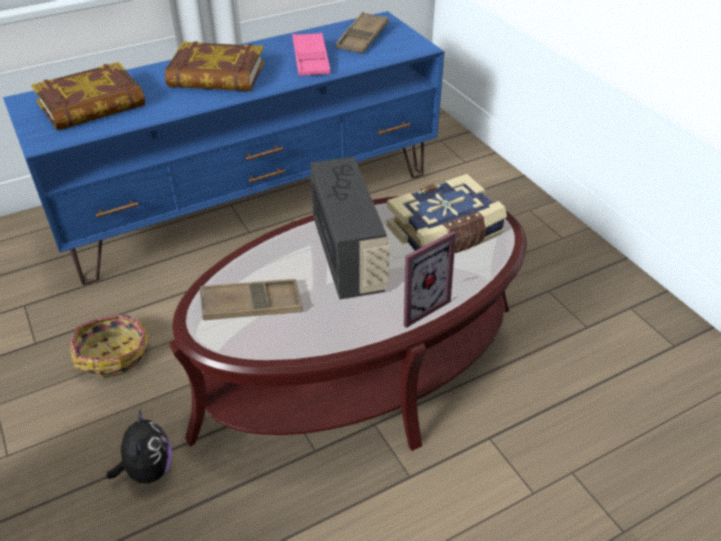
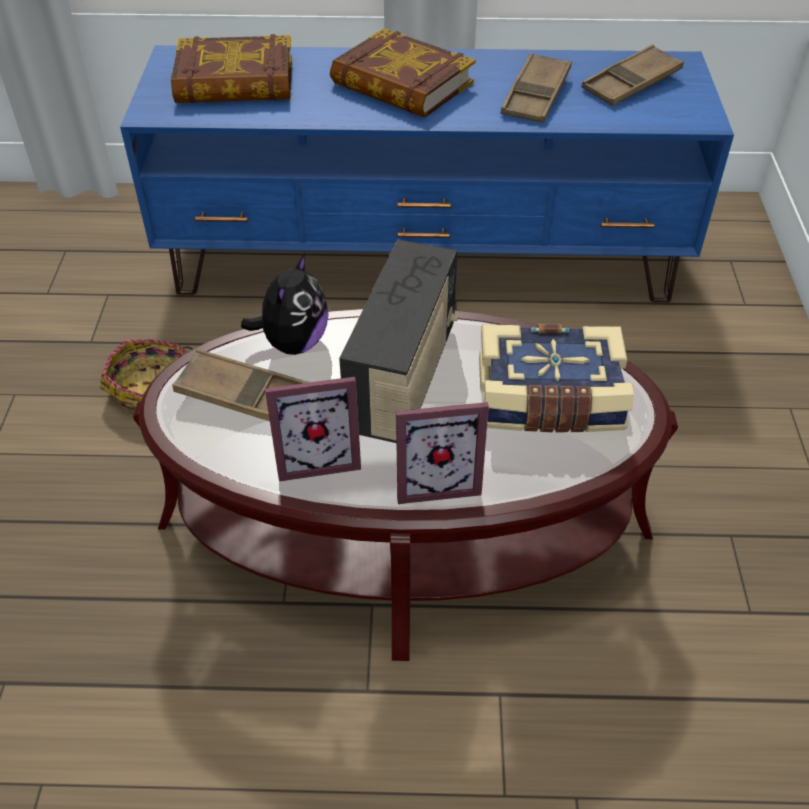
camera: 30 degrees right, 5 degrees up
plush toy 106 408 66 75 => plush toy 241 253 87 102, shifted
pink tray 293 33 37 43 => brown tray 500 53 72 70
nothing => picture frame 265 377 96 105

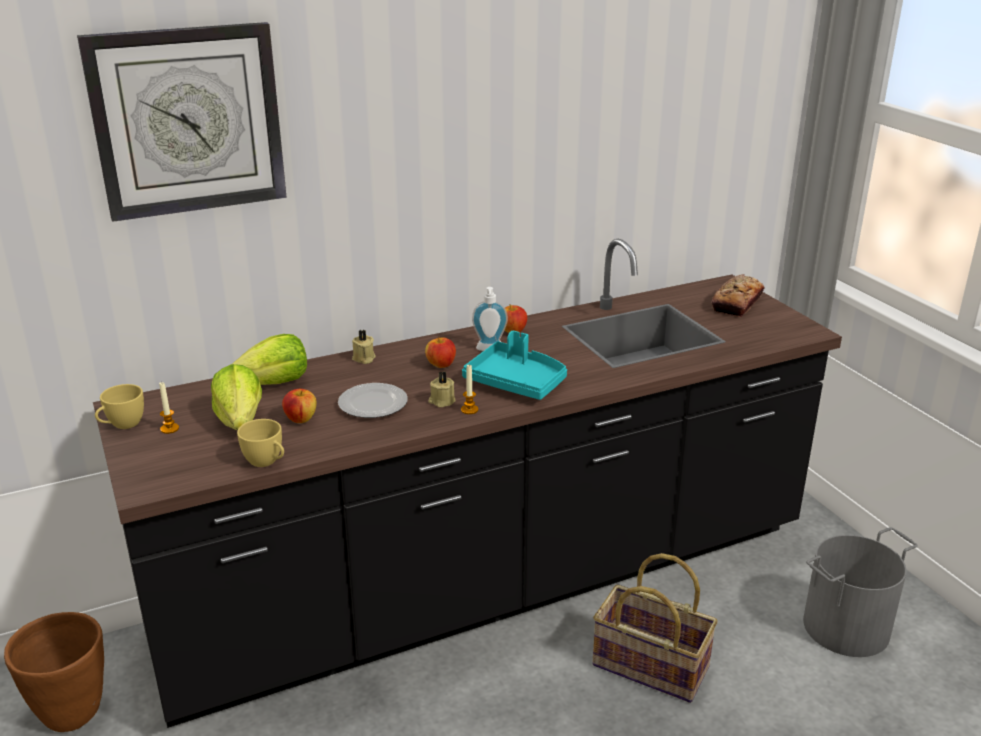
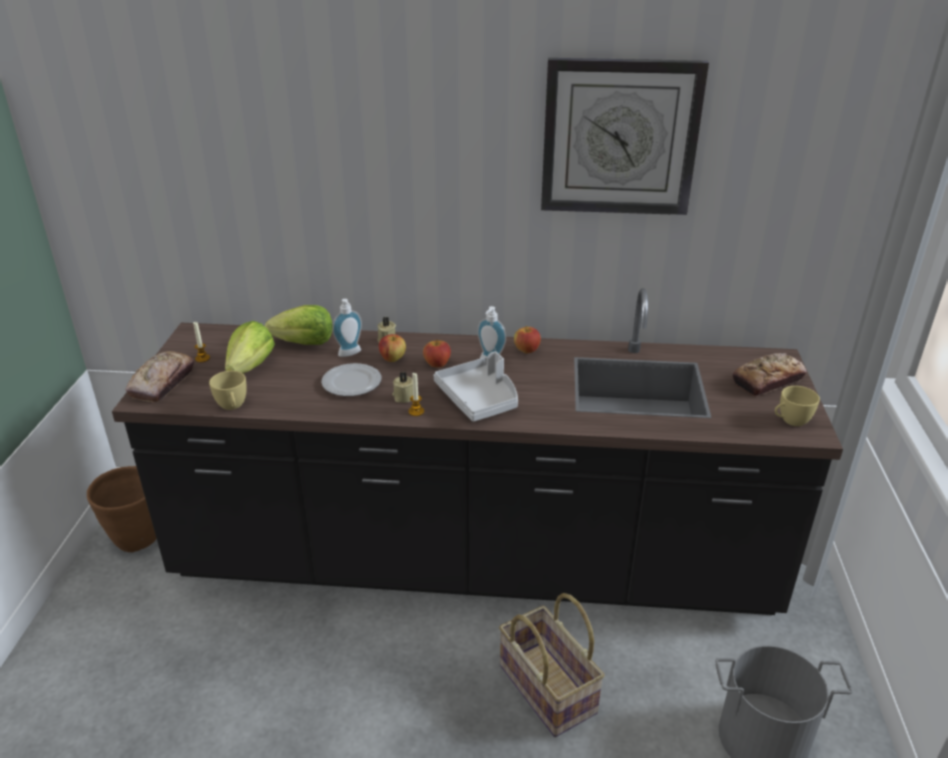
camera: 30 degrees right, 5 degrees up
wall clock 77 22 210 200 => wall clock 541 58 168 157, shifted
yellow cup 95 384 49 45 => yellow cup 775 386 45 40, shifted
apple 282 389 34 34 => apple 379 334 27 28, shifted
turquoise tray 462 331 105 69 => grey tray 434 351 84 71
nothing => bread 126 351 68 51
nothing => soap dispenser 332 299 30 58

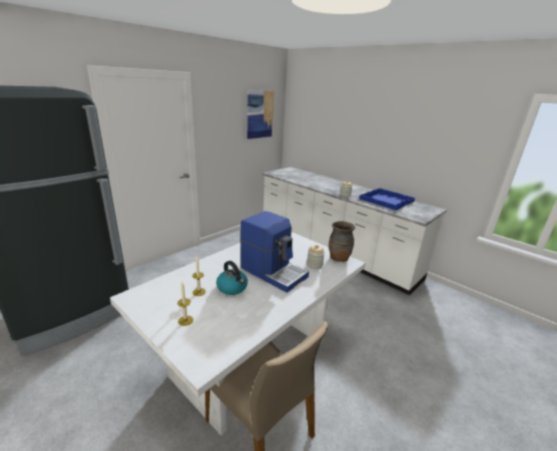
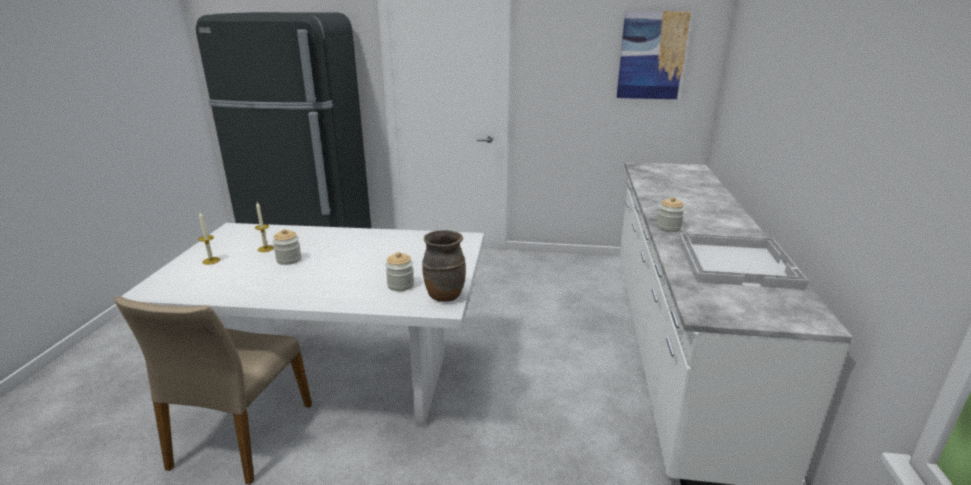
camera: 55 degrees right, 0 degrees up
kettle 216 261 32 34 => jar 273 229 29 36
coffee machine 240 211 69 82 => nothing
blue tray 359 188 56 22 => white tray 679 233 130 57

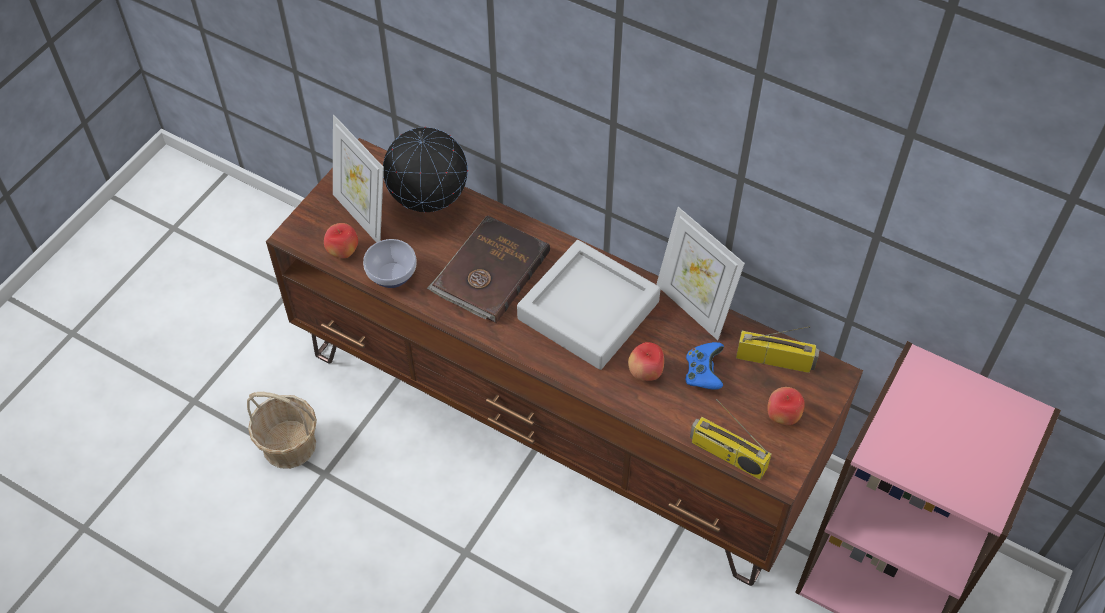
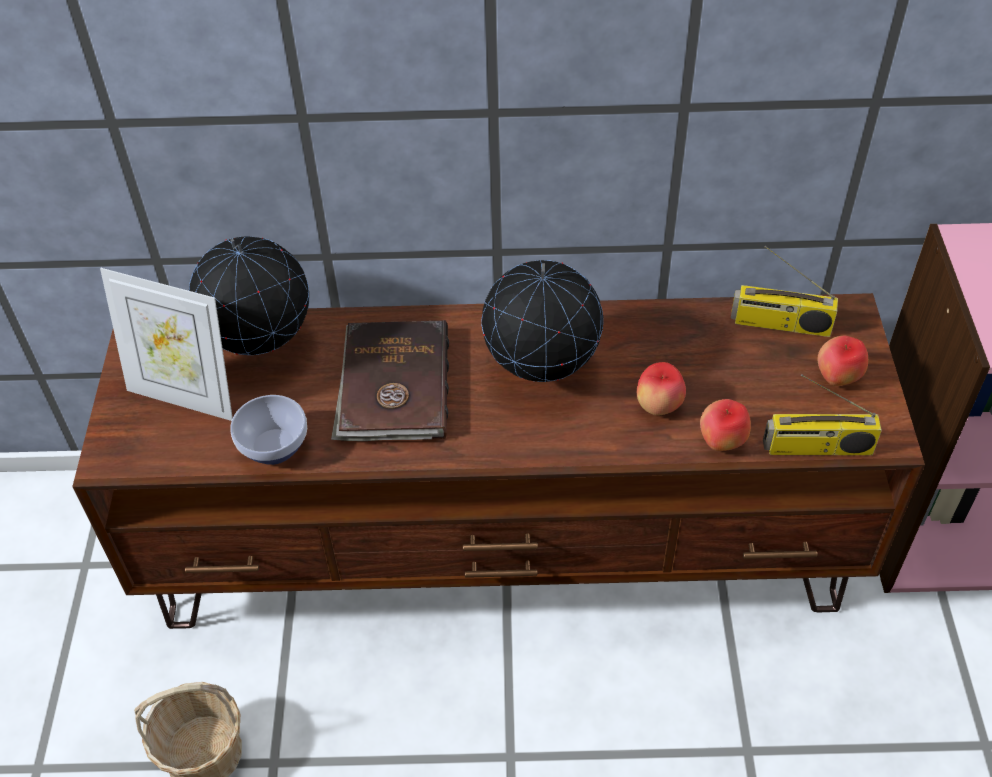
camera: 30 degrees left, 5 degrees down
apple 324 223 34 35 => apple 700 399 51 52, shifted
grey tray 517 240 144 130 => globe 482 260 121 122
picture frame 656 207 89 133 => nothing
blue game controller 685 342 39 48 => nothing
radio 736 326 83 47 => radio 731 246 107 91, 150 degrees counterclockwise

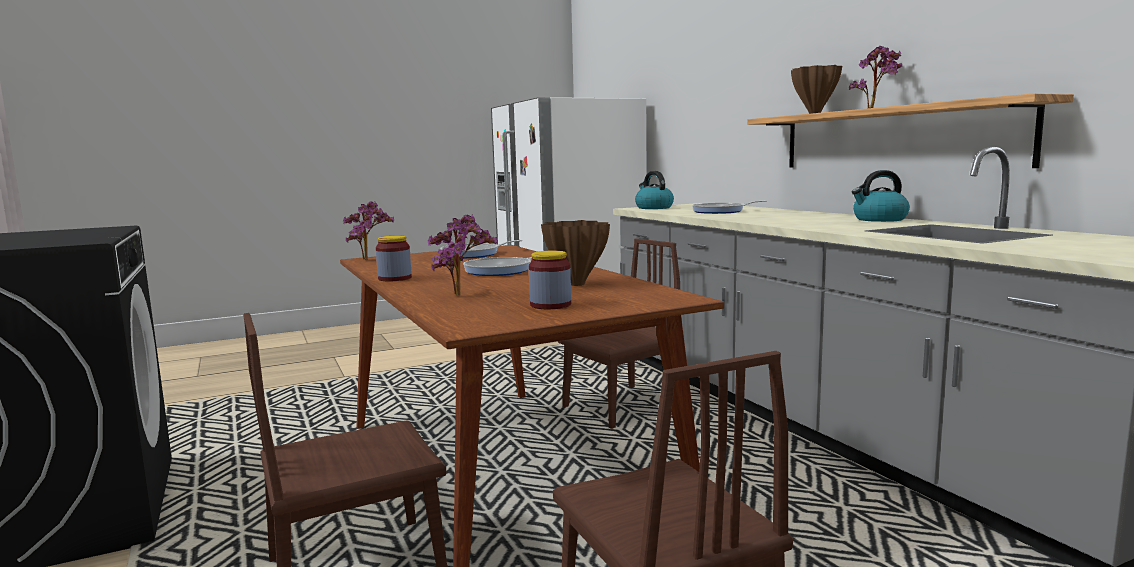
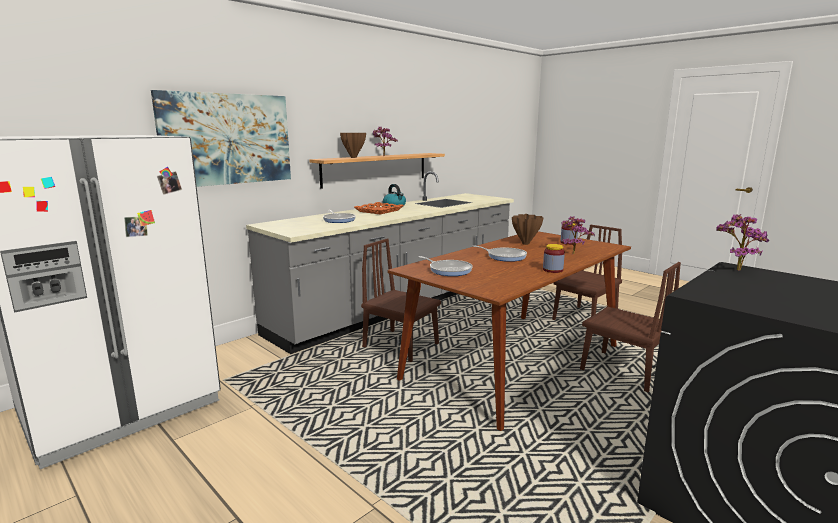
camera: 110 degrees left, 5 degrees up
potted plant 343 202 51 58 => potted plant 716 214 53 57, shifted
kettle 635 171 39 38 => nothing
nothing => picture 151 90 140 97
nothing => orange tray 354 202 50 12

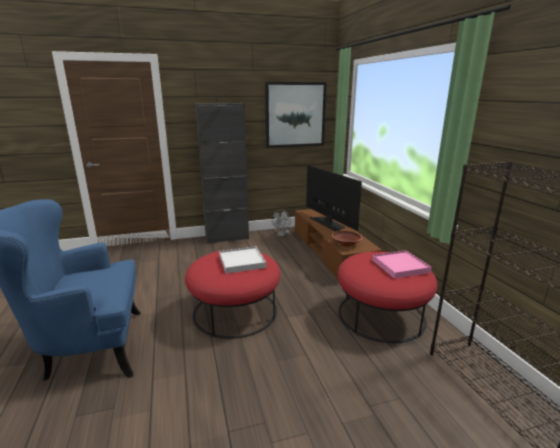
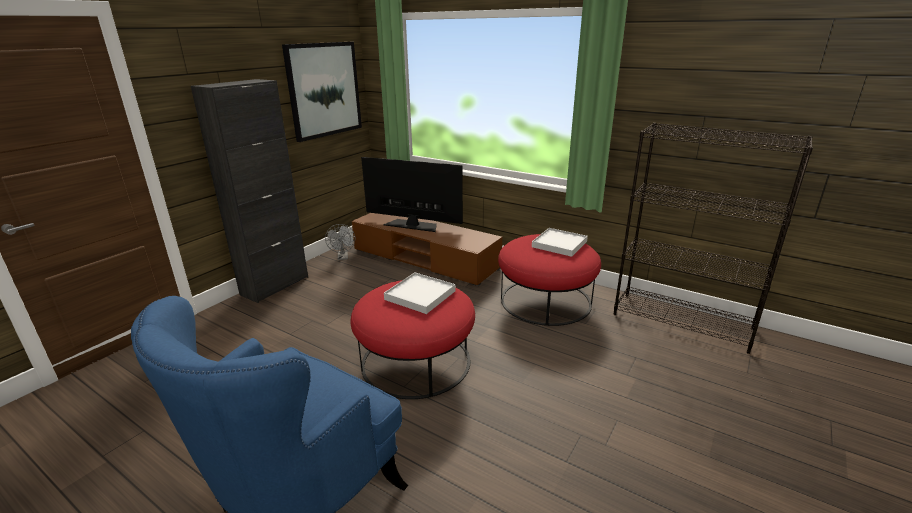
camera: 40 degrees left, 5 degrees up
brown bowl 332 231 30 16 => nothing
pink tray 372 250 60 29 => white tray 532 228 56 29

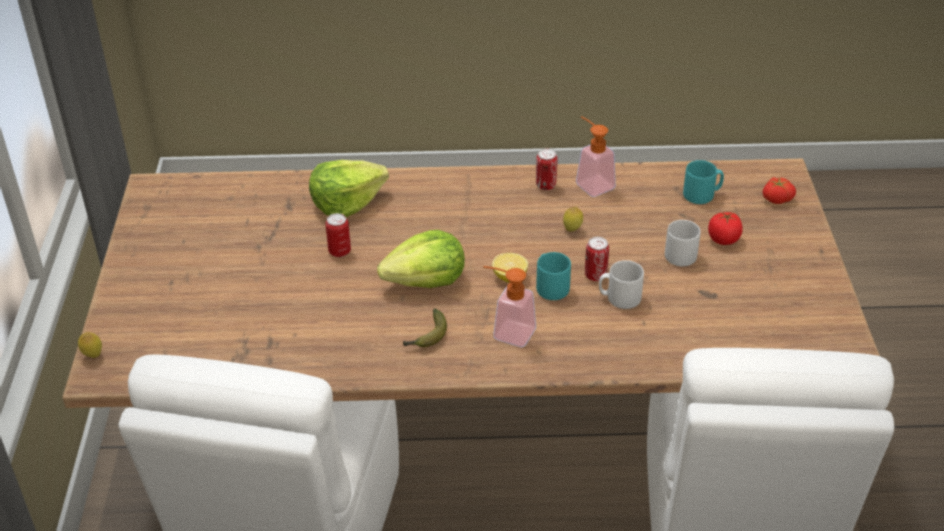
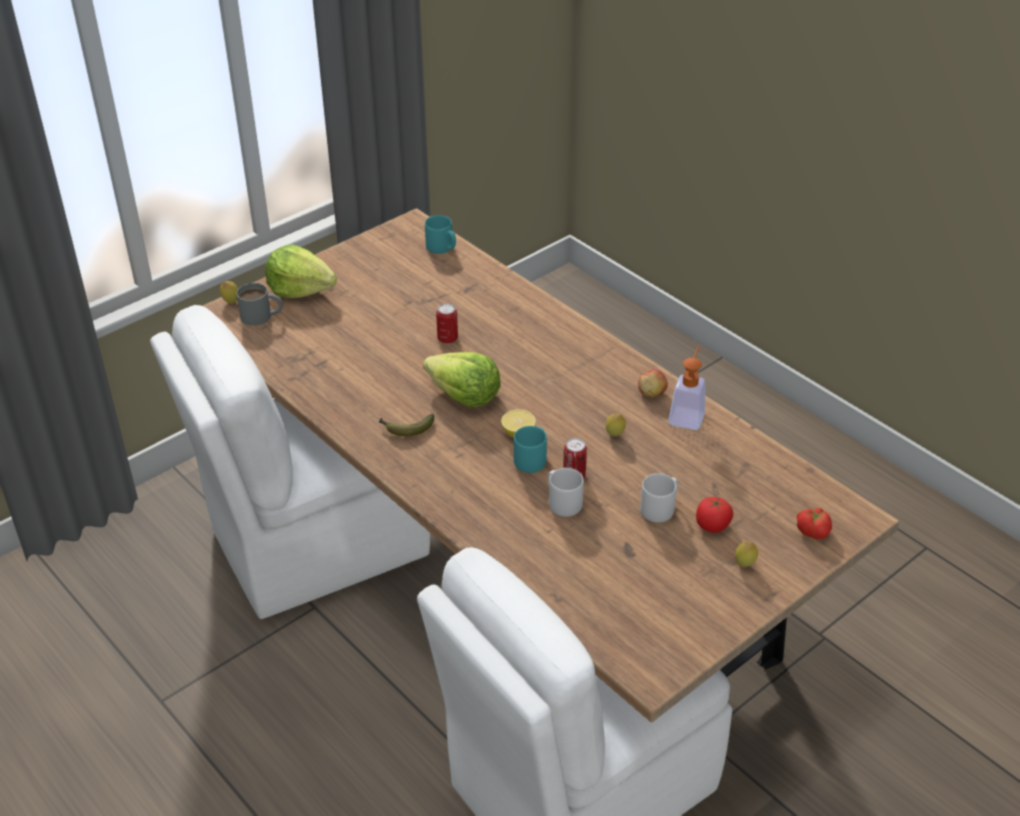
camera: 50 degrees right, 0 degrees up
lettuce 309 160 80 57 => lettuce 265 245 72 53, shifted
soap dispenser 484 266 52 81 => nothing
can 536 149 21 41 => apple 638 369 30 28
turquoise mug 683 160 41 44 => turquoise mug 425 215 31 39, shifted
nothing => grey mug 236 283 47 43
nothing => lemon 735 542 23 25

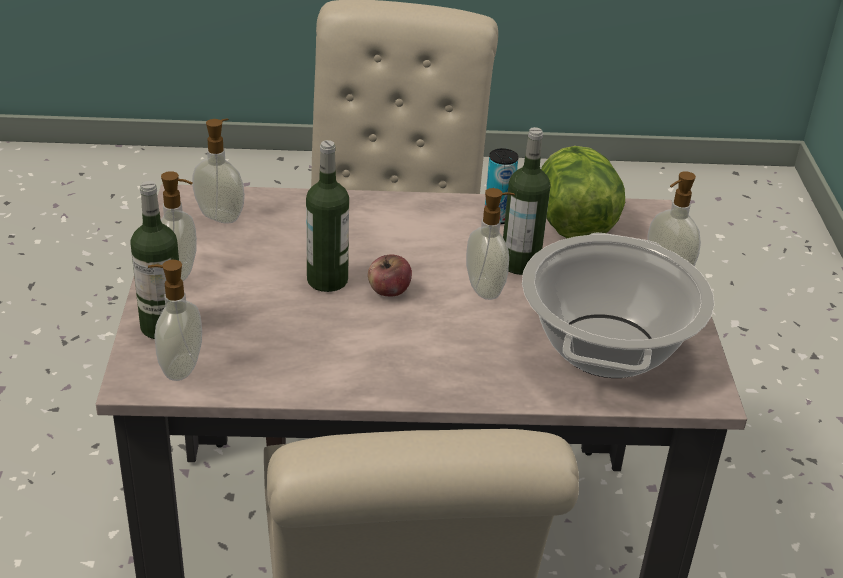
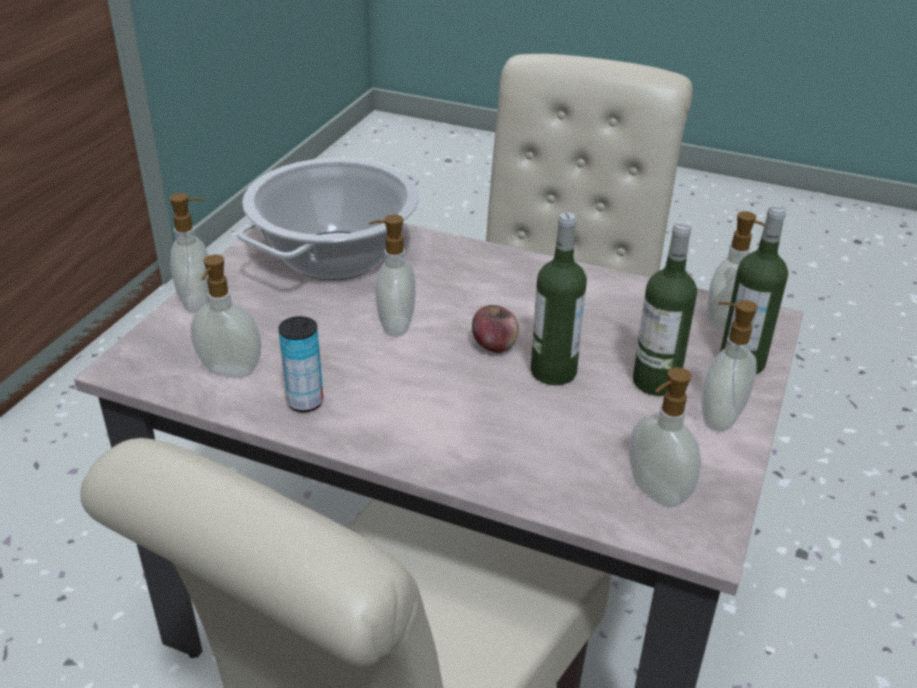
camera: 155 degrees left, 0 degrees up
bottle 503 127 47 148 => bottle 633 222 64 174, shifted
lettuce 541 146 84 92 => soap dispenser 191 255 70 123

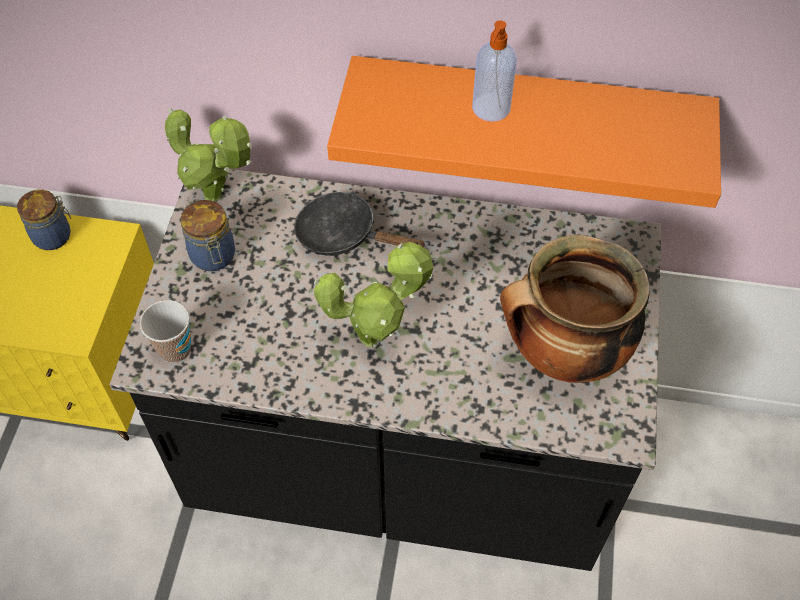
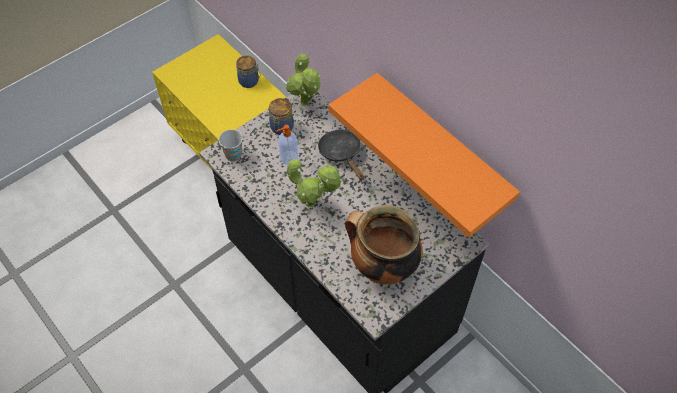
camera: 40 degrees right, 0 degrees up
soap dispenser 472 21 45 101 => soap dispenser 276 125 22 40, shifted

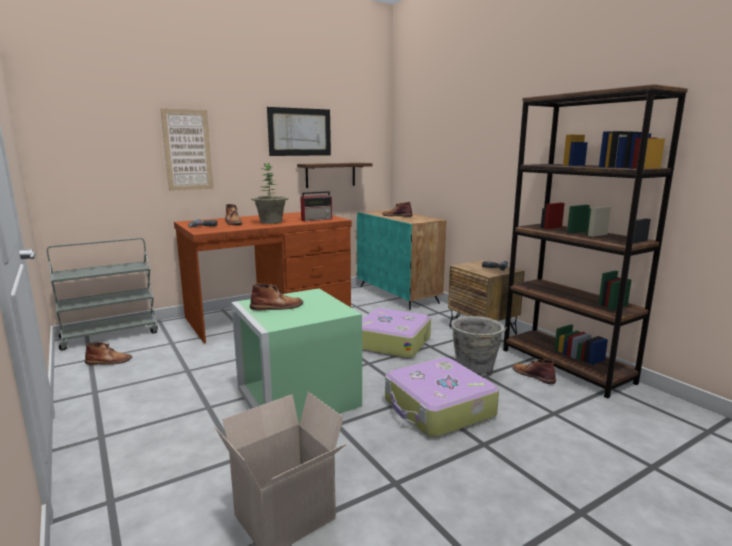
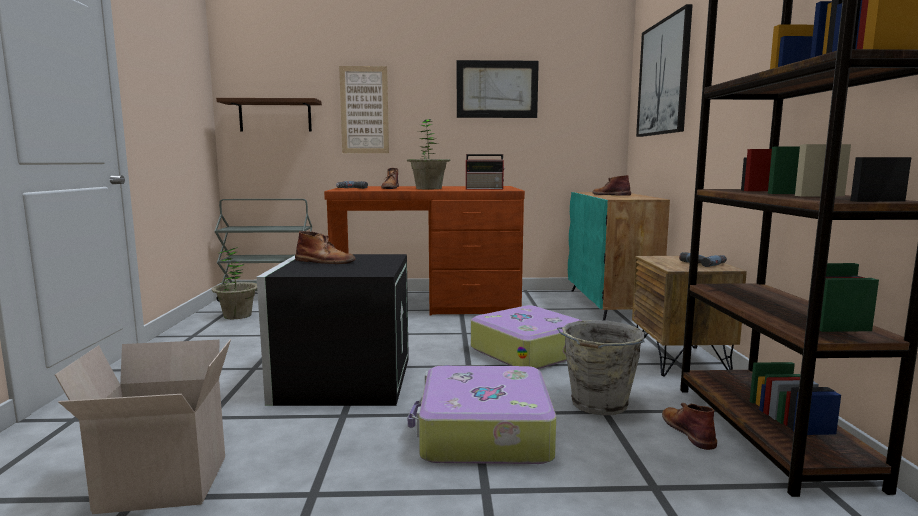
camera: 30 degrees right, 5 degrees down
brown boot 85 342 47 23 => potted plant 211 247 46 72
green storage box 231 288 131 135 => black storage box 257 254 152 152
shelf 297 163 76 25 => shelf 216 98 106 34, shifted
nothing => picture 636 4 57 133

